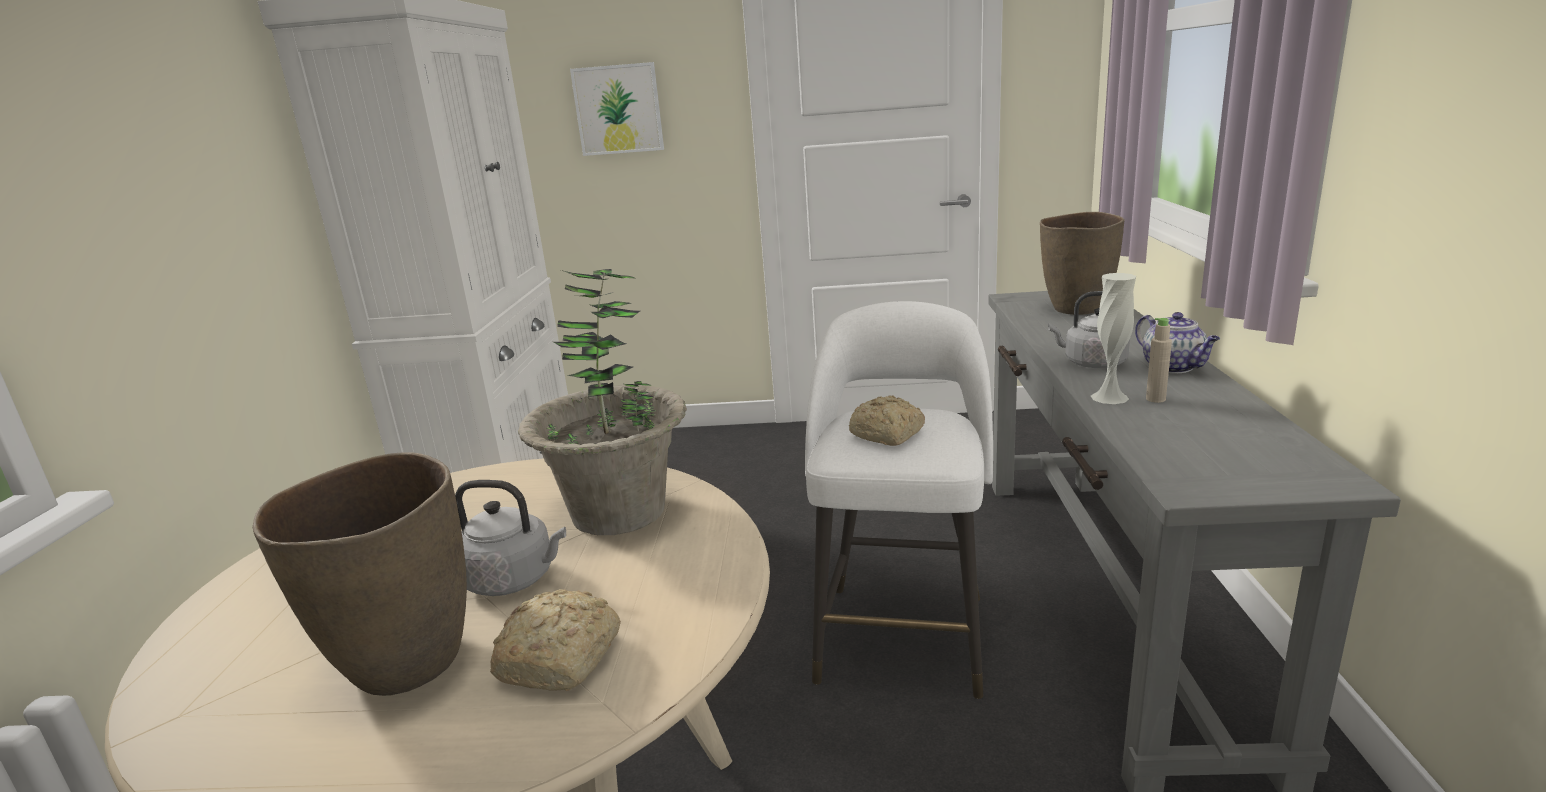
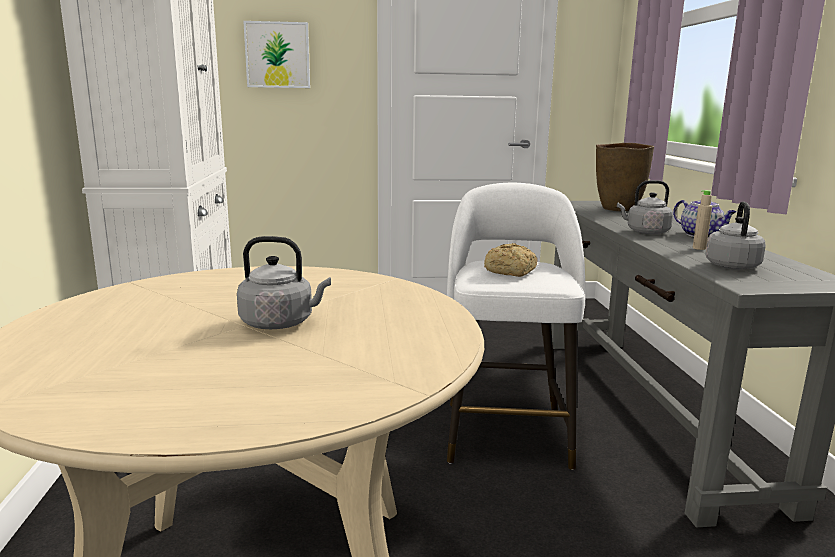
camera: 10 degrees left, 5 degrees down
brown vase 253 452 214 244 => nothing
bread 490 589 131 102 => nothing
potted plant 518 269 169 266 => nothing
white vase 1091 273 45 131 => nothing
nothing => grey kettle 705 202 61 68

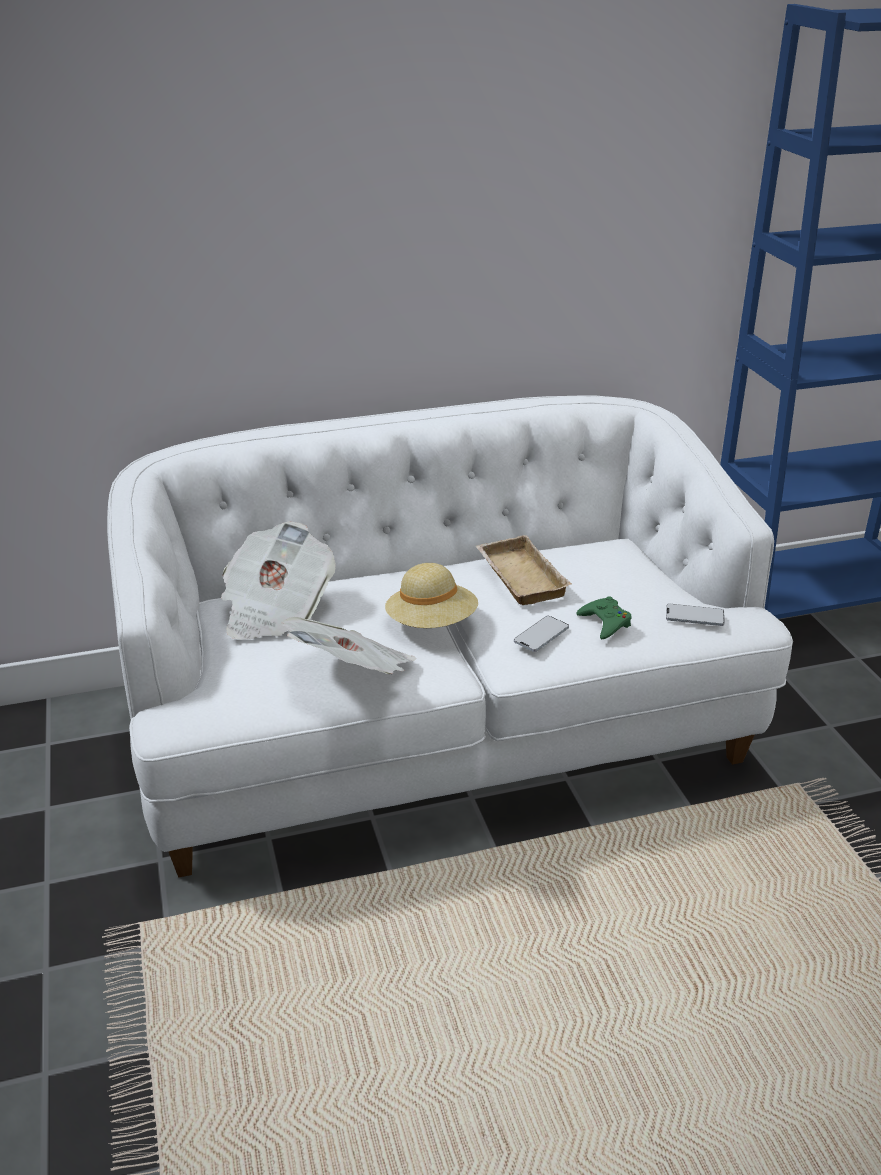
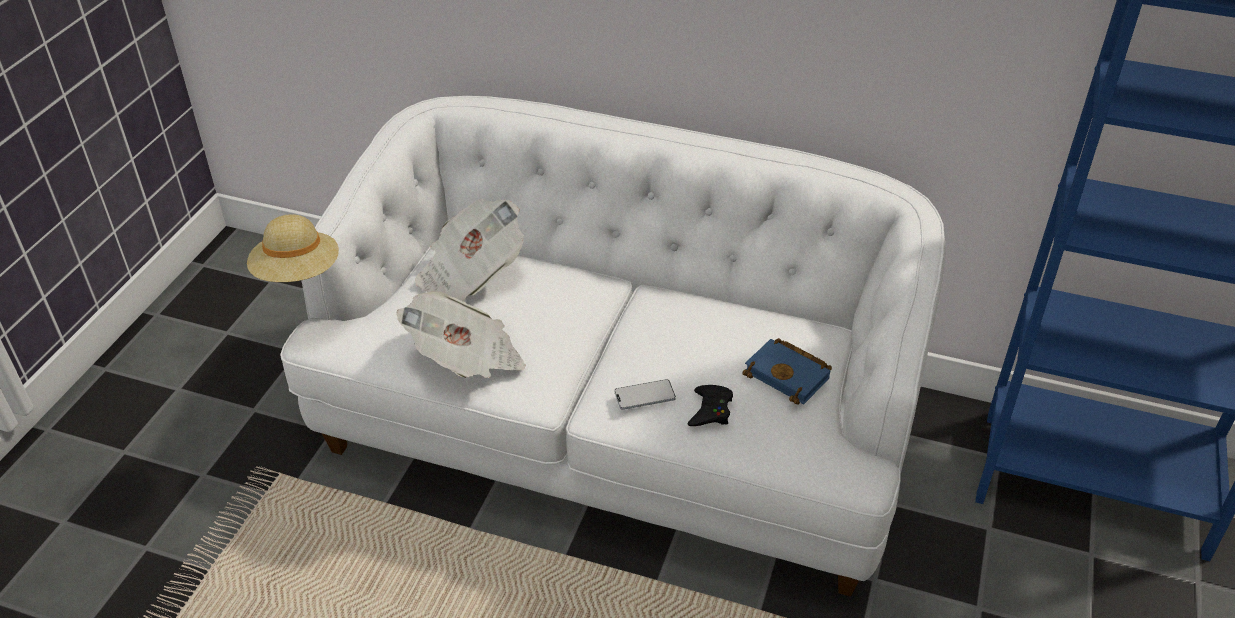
camera: 35 degrees right, 10 degrees up
beige hat 385 563 93 65 => beige hat 247 214 92 68, shifted
beige tray 475 535 97 70 => nothing
green game controller 576 597 56 42 => black game controller 688 385 45 41
phone 666 604 58 22 => nothing
nothing => blue book 742 338 90 67

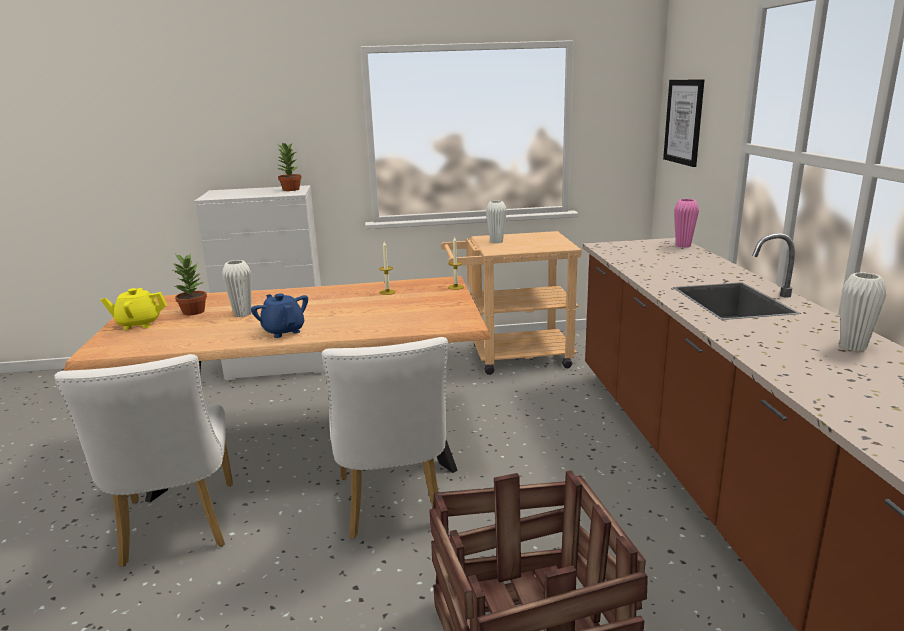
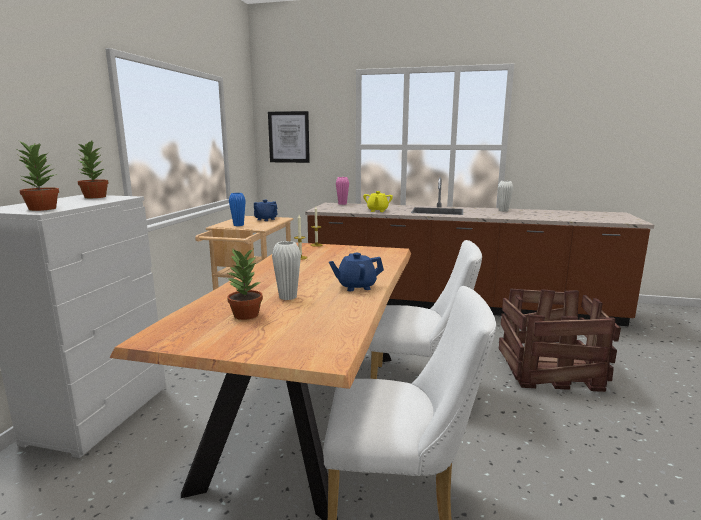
camera: 70 degrees left, 5 degrees down
yellow teapot 101 288 66 42 => yellow teapot 363 191 30 21, shifted
white vase 486 201 21 43 => blue vase 229 193 17 33
nothing => potted plant 18 141 41 70
nothing => blue teapot 254 200 23 21

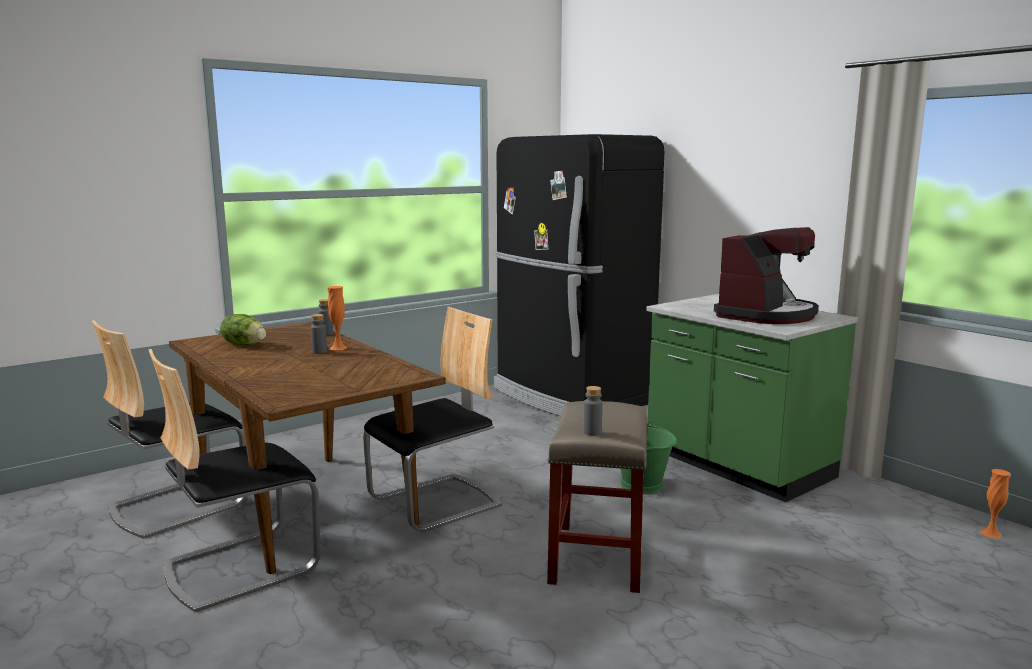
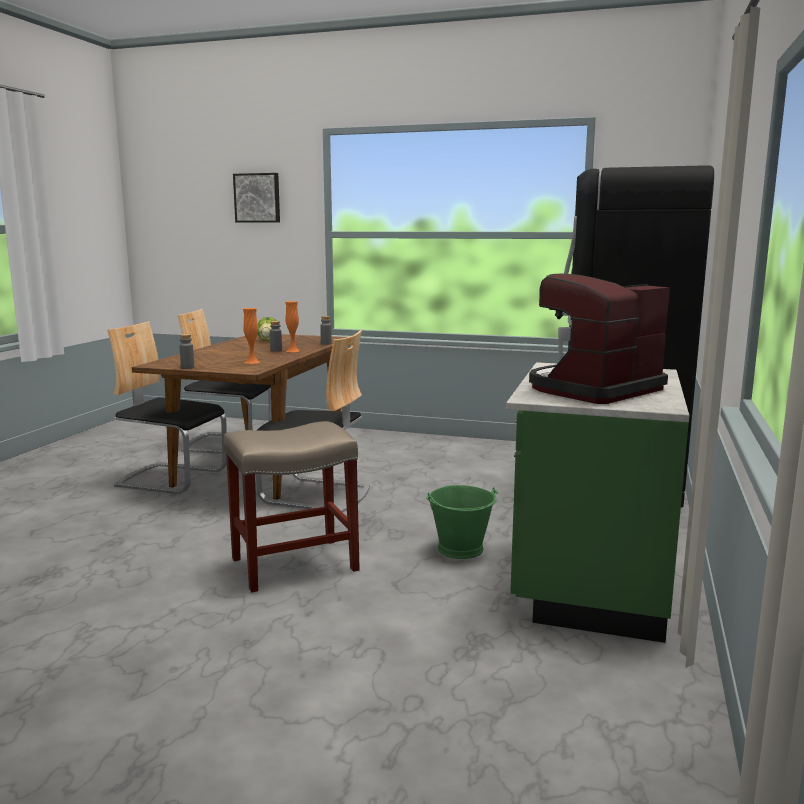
camera: 55 degrees right, 0 degrees up
grey bottle 584 386 19 50 => grey bottle 179 334 15 35, shifted
coffee machine 714 227 105 97 => coffee machine 529 274 141 130, 135 degrees clockwise
orange vase 980 469 31 69 => orange vase 243 308 17 56, shifted
nothing => picture 233 173 47 49

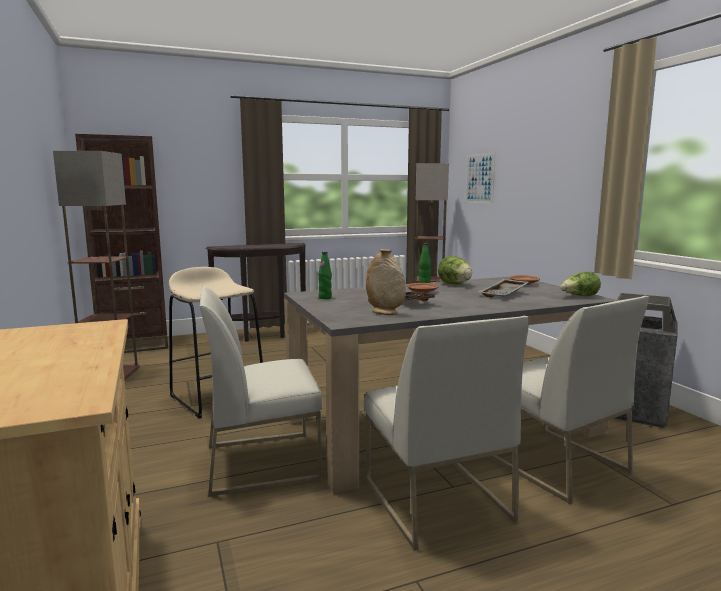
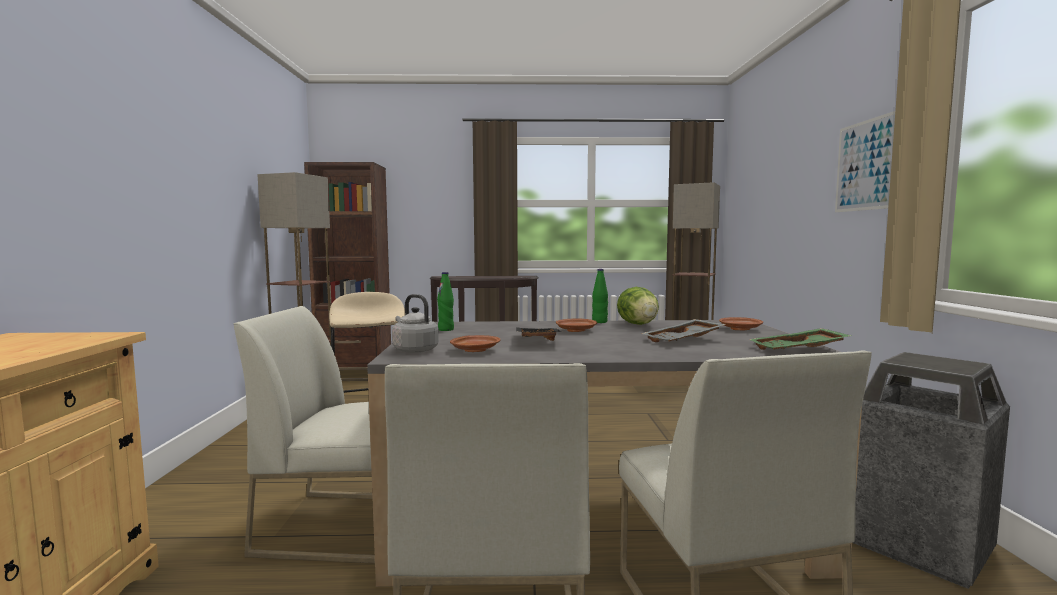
camera: 20 degrees right, 5 degrees down
beige vase 366 249 40 66 => brown plate 450 335 50 17
picture 465 152 30 51 => picture 835 111 60 101, shifted
lettuce 560 271 41 25 => green tray 750 328 101 22
nothing => grey kettle 392 294 47 59

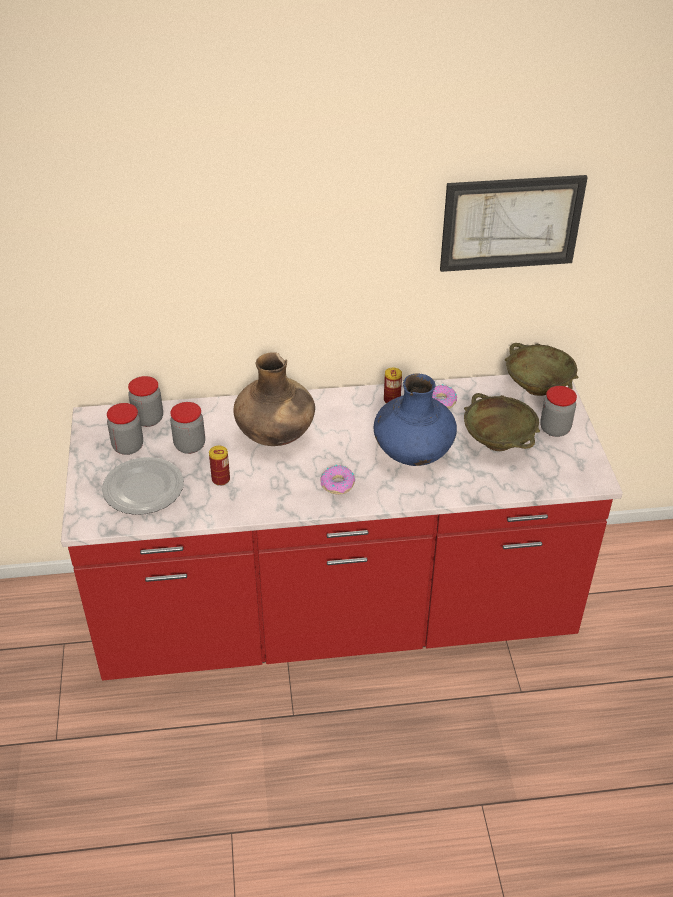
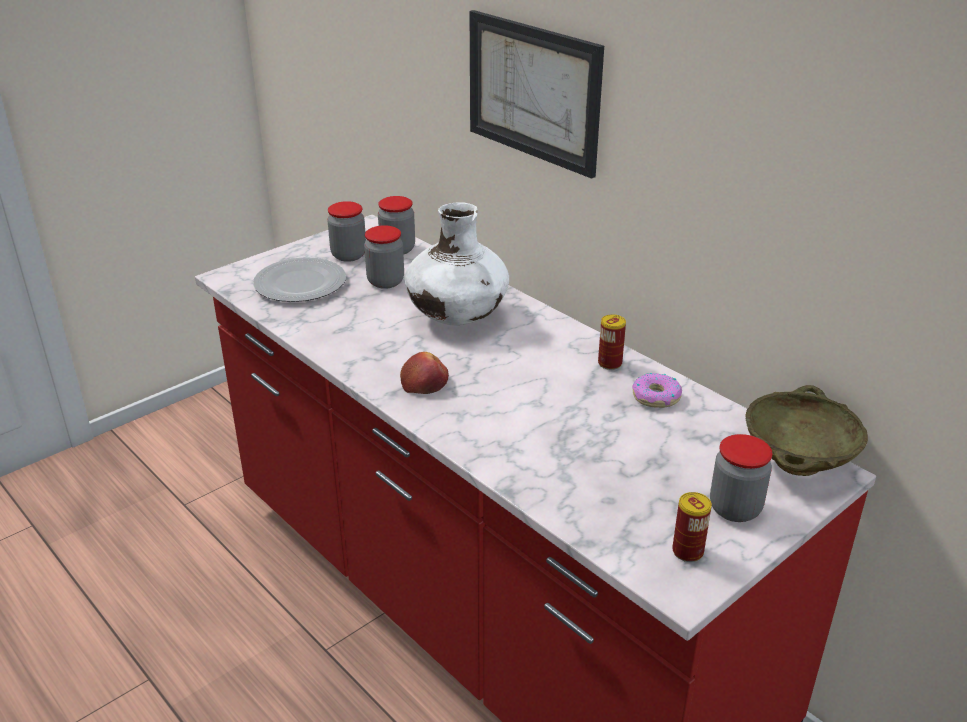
camera: 55 degrees right, 10 degrees down
can 209 446 21 40 => can 672 492 40 70, shifted
brown vase 233 352 82 94 => white vase 405 202 104 123
donut 320 465 35 29 => apple 400 352 49 42
blue vase 374 373 83 93 => nothing
picture 440 175 148 97 => picture 470 10 134 169, shifted
beige bowl 464 393 76 58 => nothing

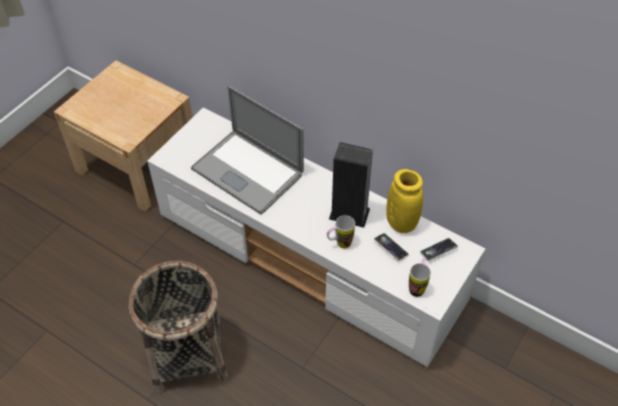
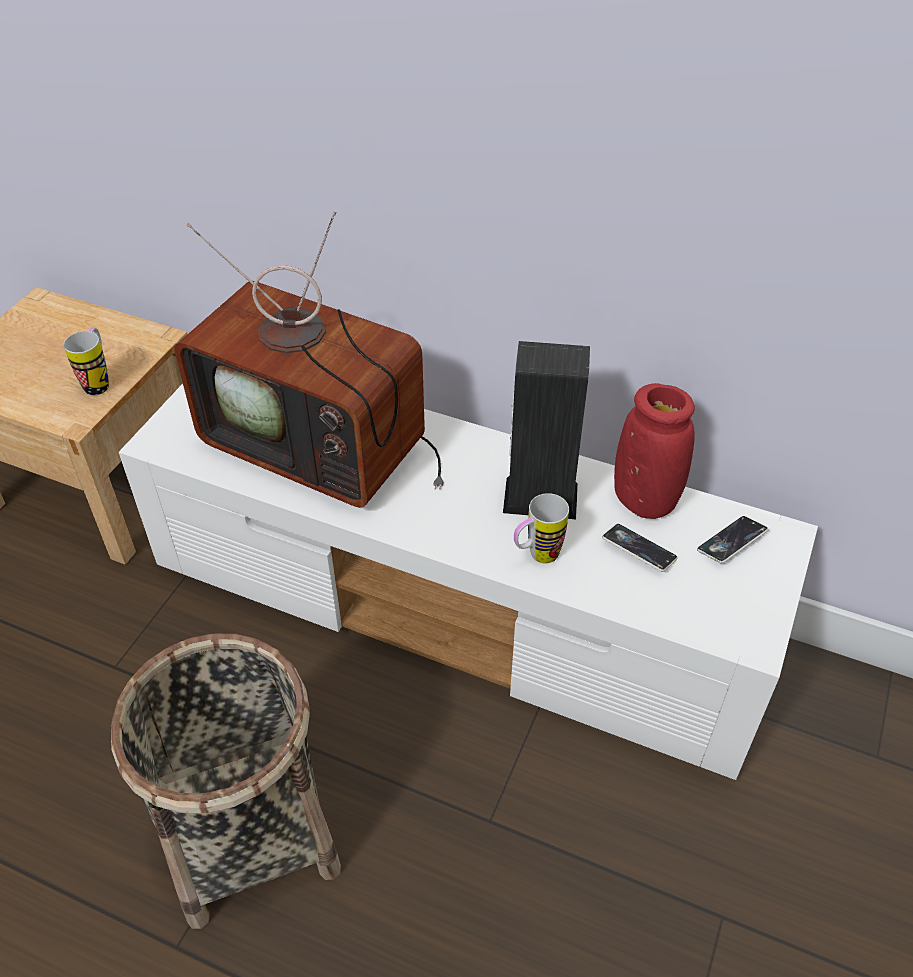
camera: 10 degrees left, 5 degrees down
laptop 191 86 113 129 => television 174 210 269 298
yellow vase 387 169 36 64 => red vase 614 383 81 136
mug 409 259 22 38 => mug 64 328 45 67, shifted

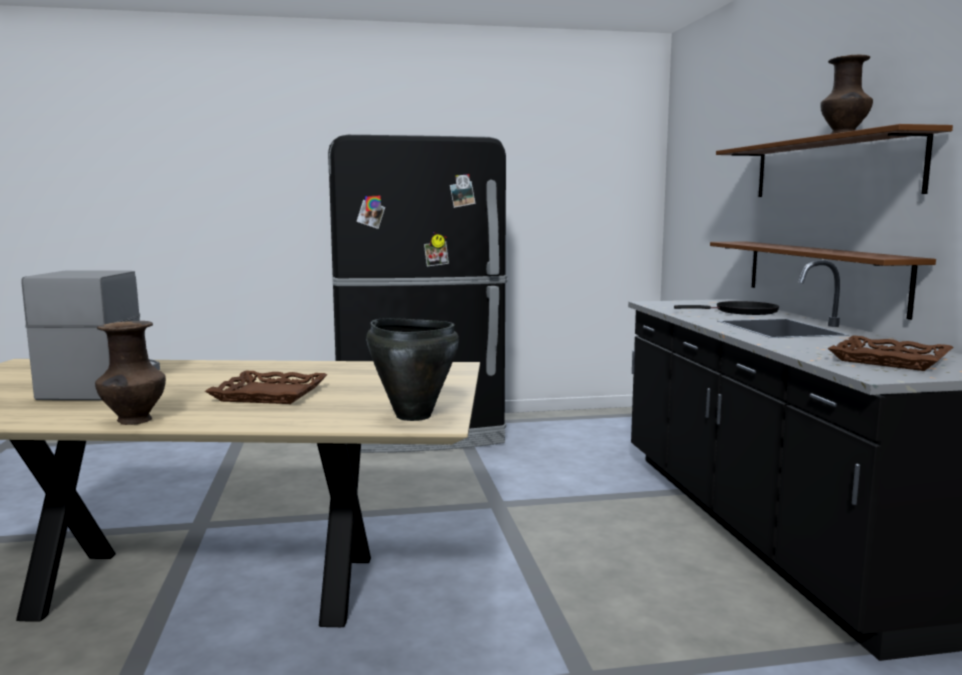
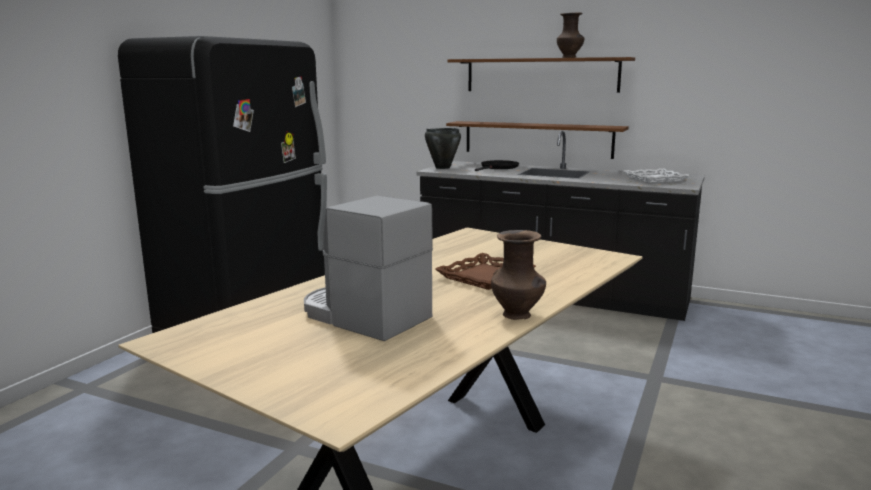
camera: 55 degrees left, 5 degrees up
black cooking pot 366 318 93 103 => black cooking pot 425 128 36 41, shifted
brown tray 828 335 126 36 => white tray 623 168 67 15

